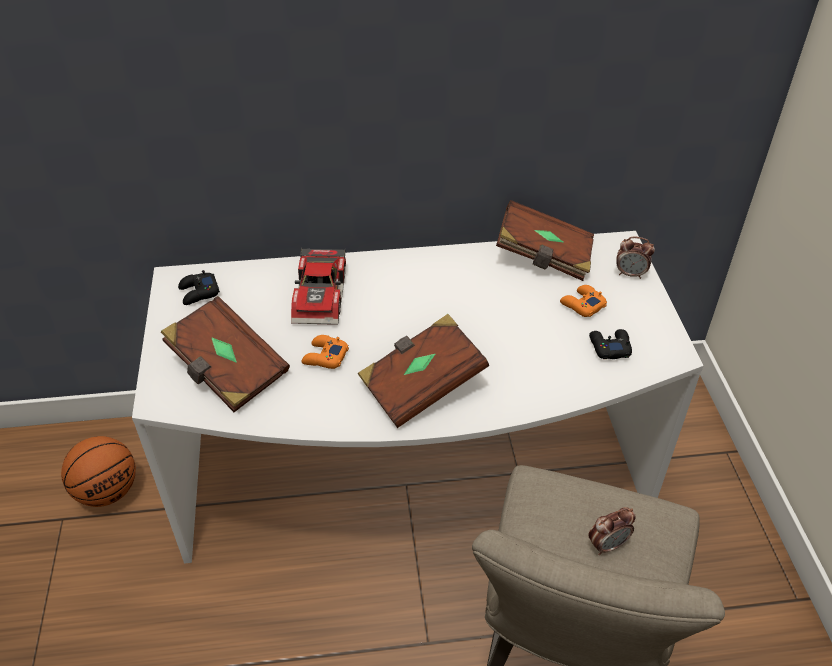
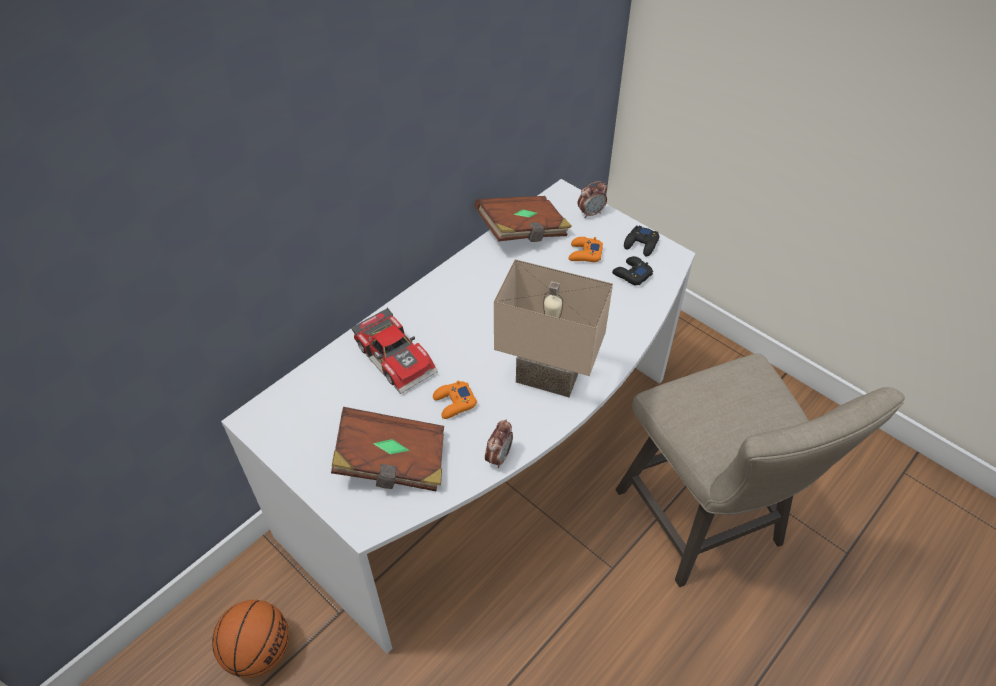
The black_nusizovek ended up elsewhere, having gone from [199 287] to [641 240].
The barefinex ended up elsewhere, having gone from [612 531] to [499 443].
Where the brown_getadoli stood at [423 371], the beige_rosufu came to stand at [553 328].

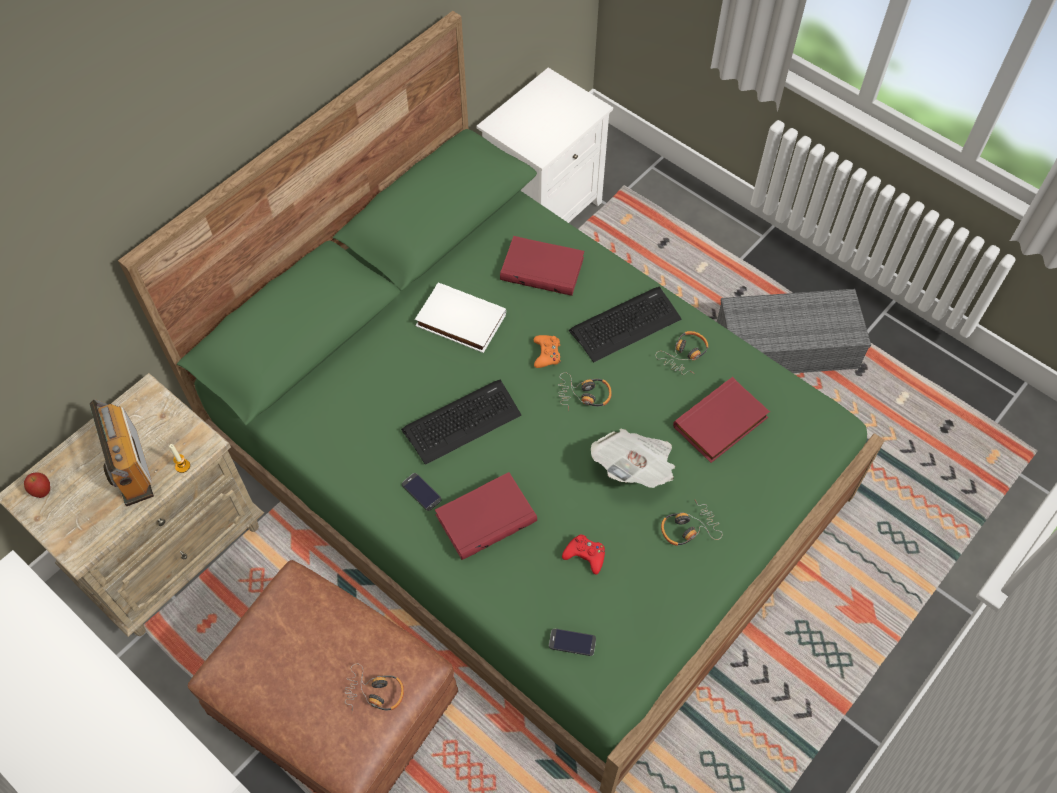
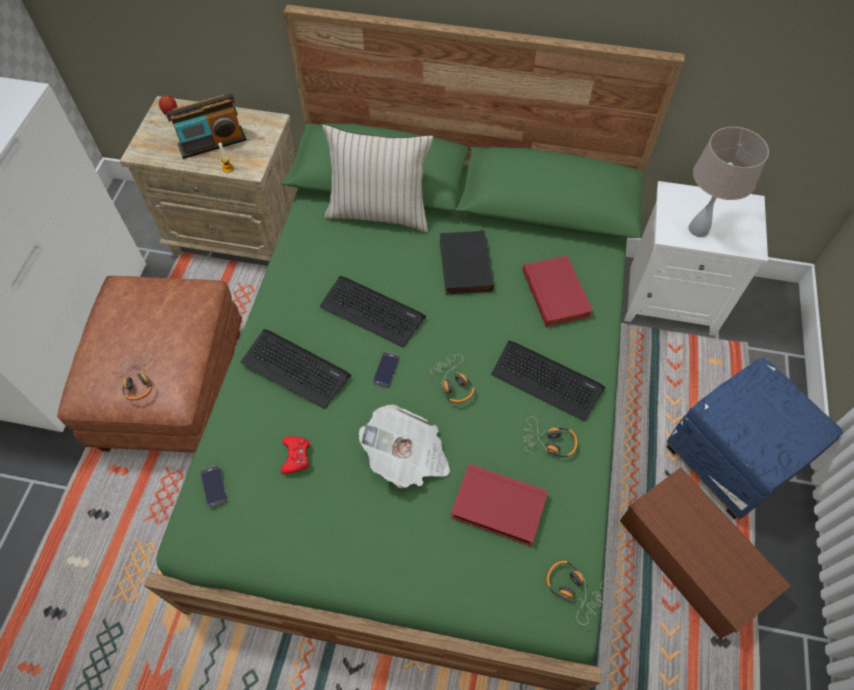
The second view lost the orange_nusizovek at [547 351].
The second view gained the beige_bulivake at [378 178].
The second view gained the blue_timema at [755 438].
The second view gained the beige_rosufu at [729 182].
The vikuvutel ended up elsewhere, having gone from [421 492] to [386 370].
The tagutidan ended up elsewhere, having gone from [692 523] to [576 593].
Where the red_getadoli stood at [486 516], the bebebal came to stand at [296 369].
What was the white_getadoli at [460 318] turned into the black_getadoli at [467 262].
What was the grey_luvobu at [794 331] turned into the brown_luvobu at [705 553].
The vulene at [122 452] ended up facing another way, 150 degrees counterclockwise from before.

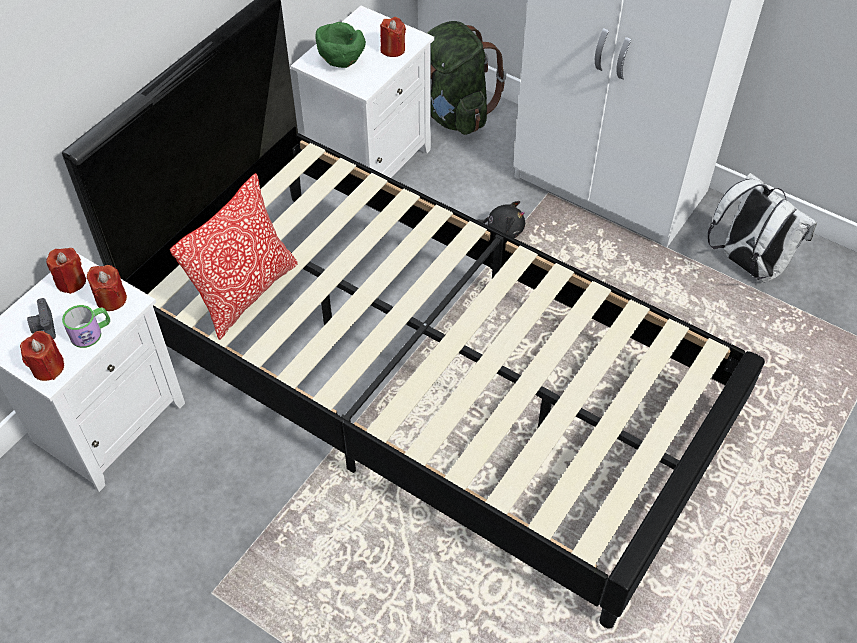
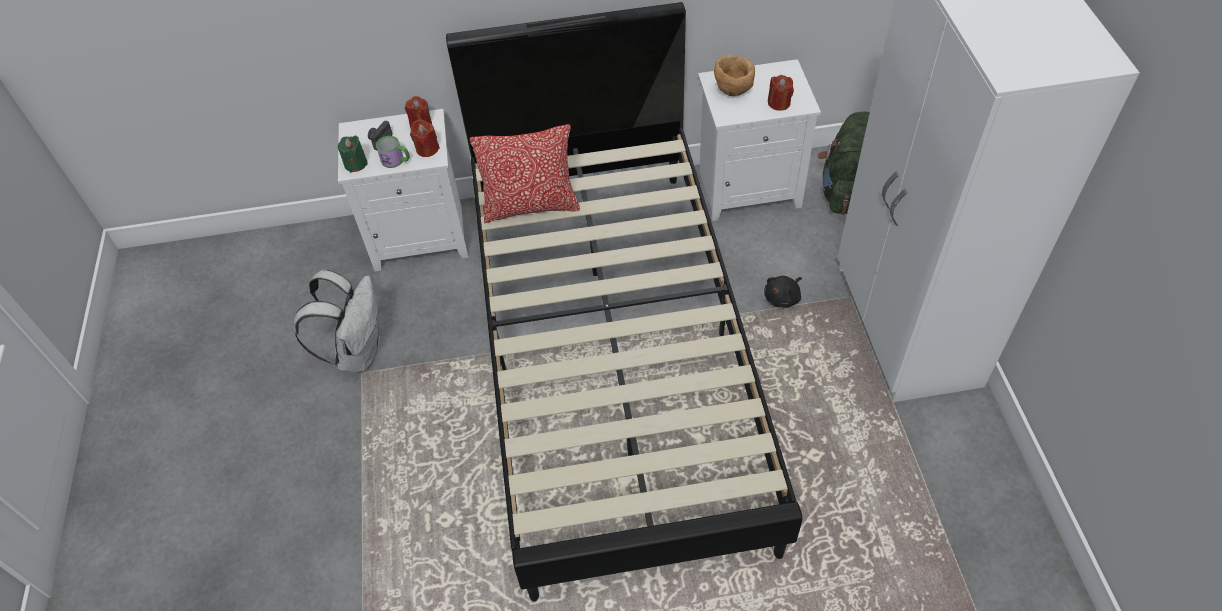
The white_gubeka ended up elsewhere, having gone from [762 228] to [337 321].
What was the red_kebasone at [42 356] turned into the green_kebasone at [353 154].
What was the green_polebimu at [340 45] turned into the brown_polebimu at [734 75].
The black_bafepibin at [501 219] ended up facing another way, 75 degrees clockwise from before.

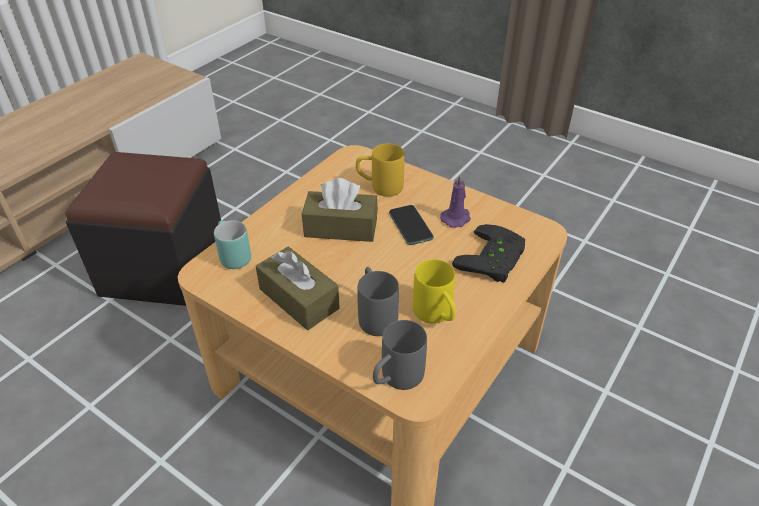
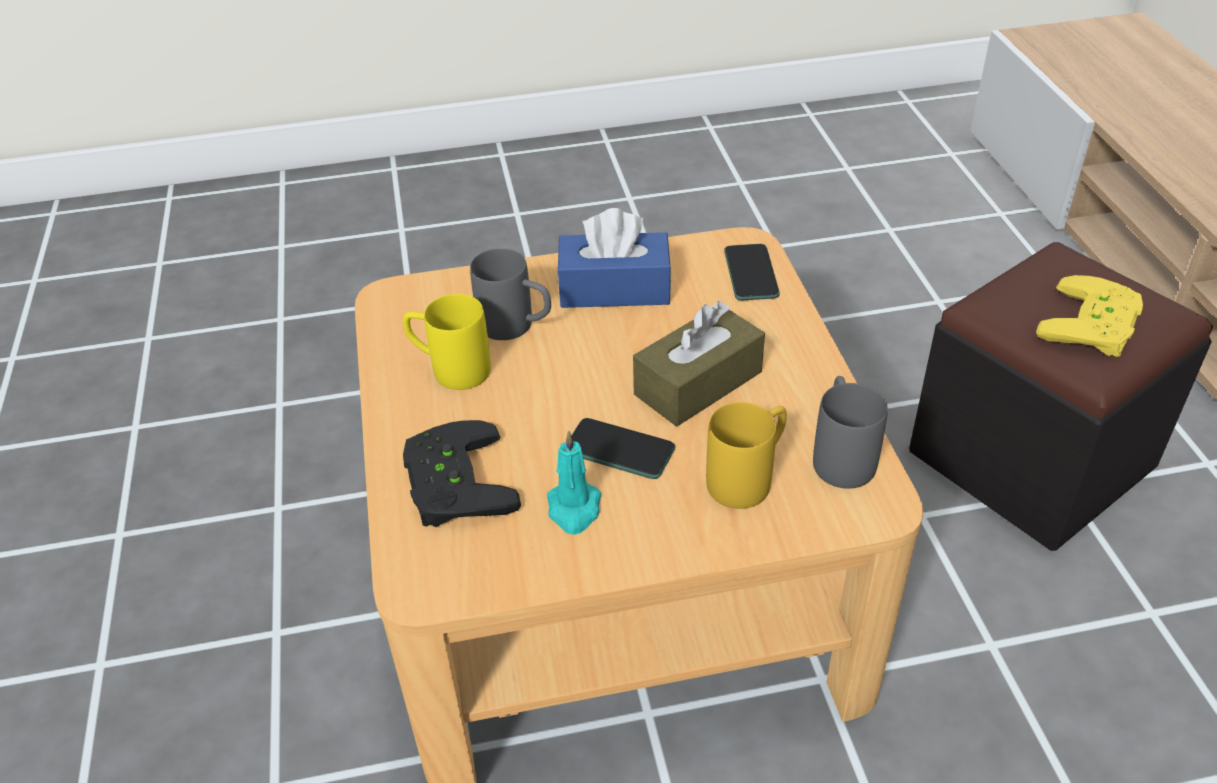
The second view gained the yellow_nusizovek at [1089 316].
The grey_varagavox ended up elsewhere, having gone from [400 355] to [850 432].
Where the turquoise_varagavox stood at [232 244], the vikuvutel came to stand at [752 272].
What was the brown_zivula at [298 288] turned into the blue_zivula at [614 258].
What was the purple_kebasone at [455 201] turned into the turquoise_kebasone at [574 482].

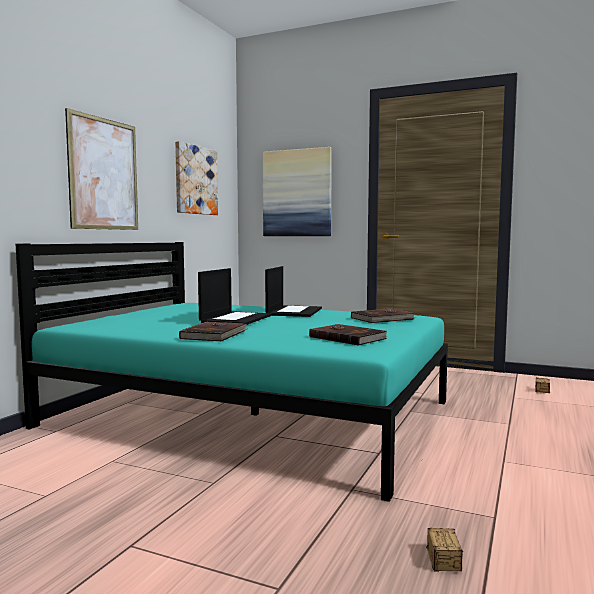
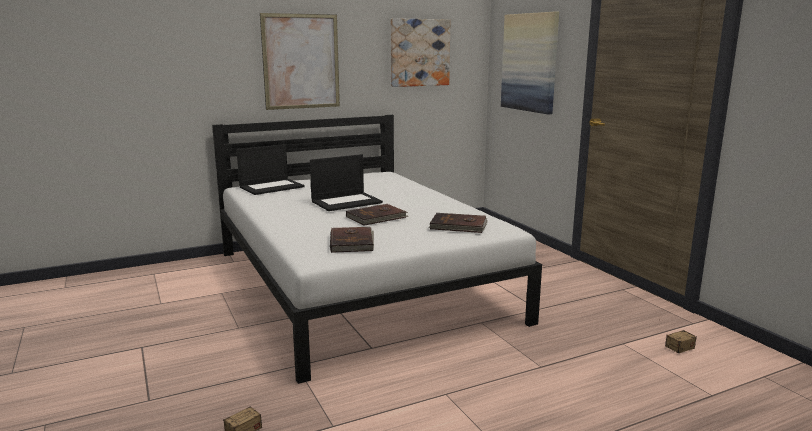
The brown_getadoli ended up elsewhere, having gone from [214 331] to [377 215].
The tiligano ended up elsewhere, having gone from [293 291] to [271 169].
What was the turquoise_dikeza at [232 372] turned into the white_dikeza at [377 249].

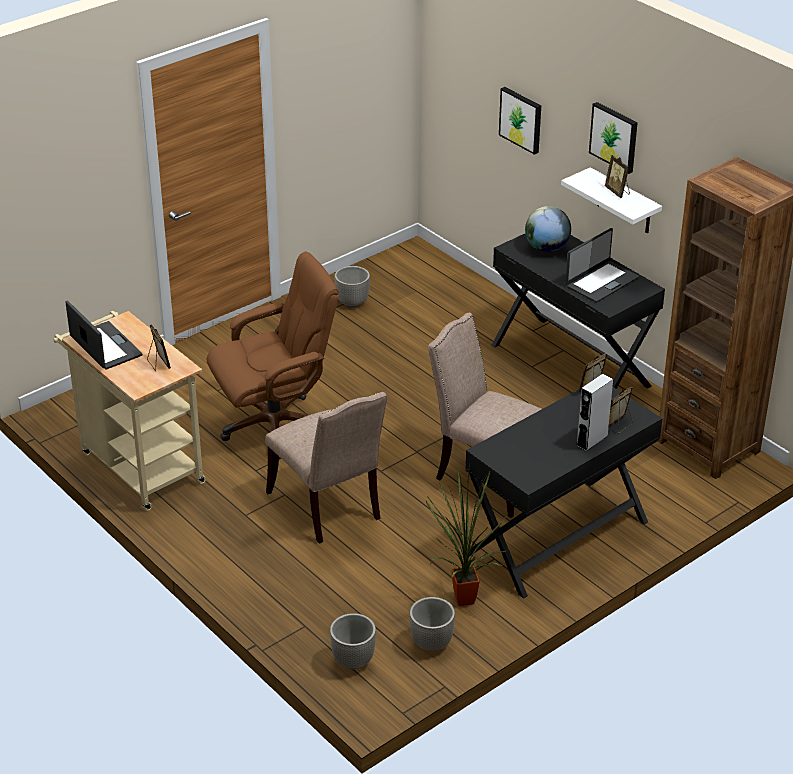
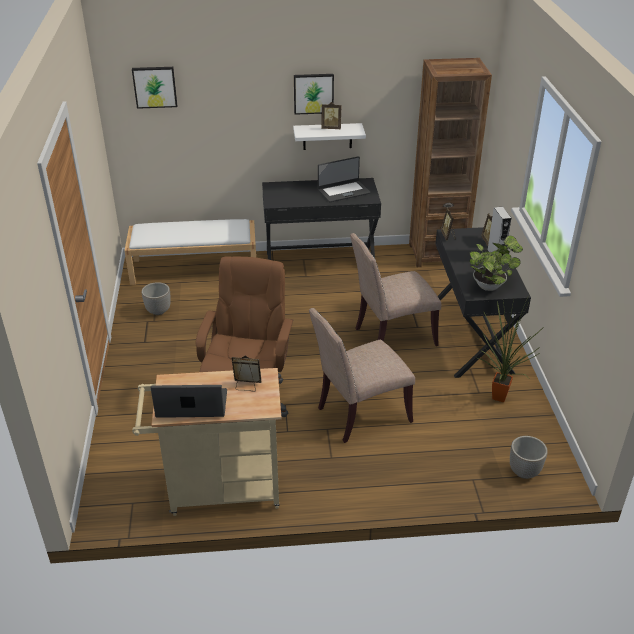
The second view lost the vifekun at [432 624].
The second view lost the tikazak at [548 229].
The second view gained the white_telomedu at [190 252].
The second view gained the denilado at [496 263].
The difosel ended up elsewhere, having gone from [520 121] to [155 88].
The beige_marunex at [326 468] ended up facing another way, 150 degrees clockwise from before.
The tiligano at [602 265] ended up facing another way, 75 degrees clockwise from before.

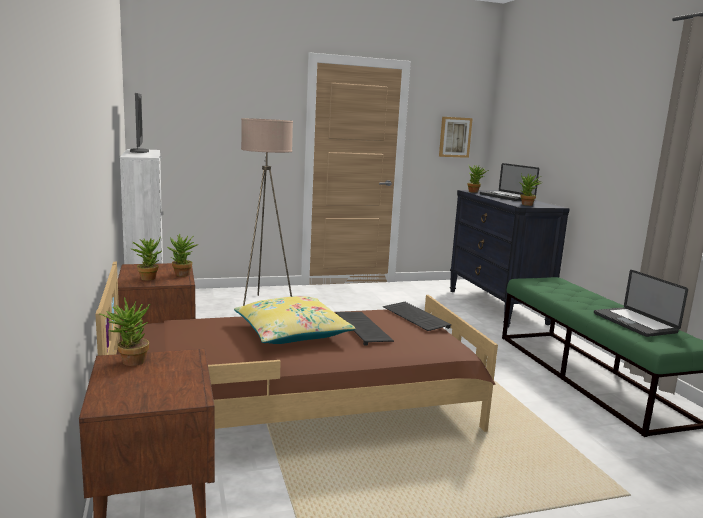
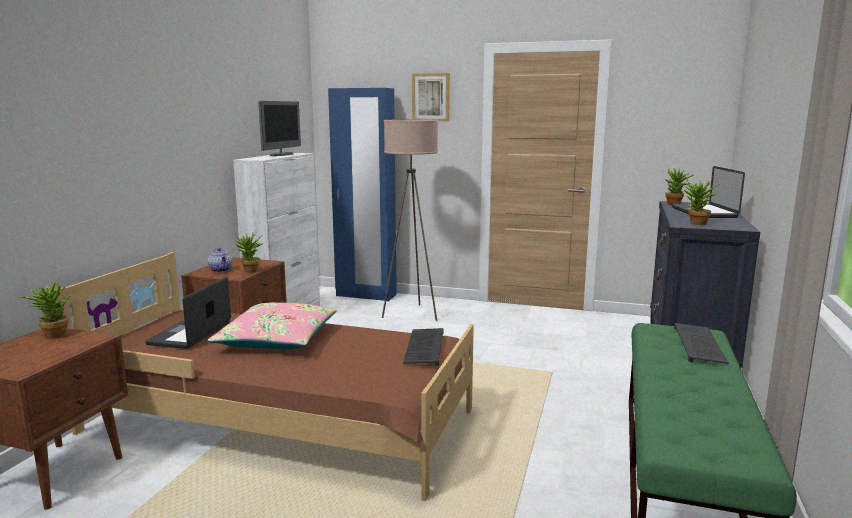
The second view gained the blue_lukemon at [362 194].
The bebebal ended up elsewhere, having gone from [364 329] to [701 343].
The difosel ended up elsewhere, having gone from [456 137] to [431 97].
The tiligano ended up elsewhere, having gone from [641 303] to [188 313].
Where the denilado stood at [146 258], the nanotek came to stand at [220 260].
What was the yellow_bulivake at [294 320] turned into the pink_bulivake at [272 326].

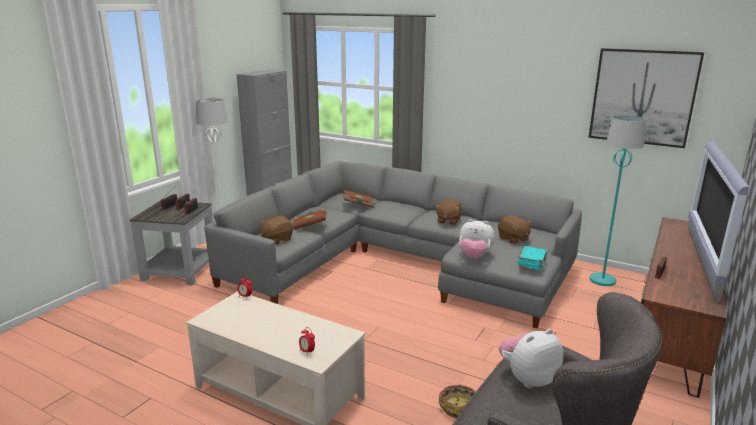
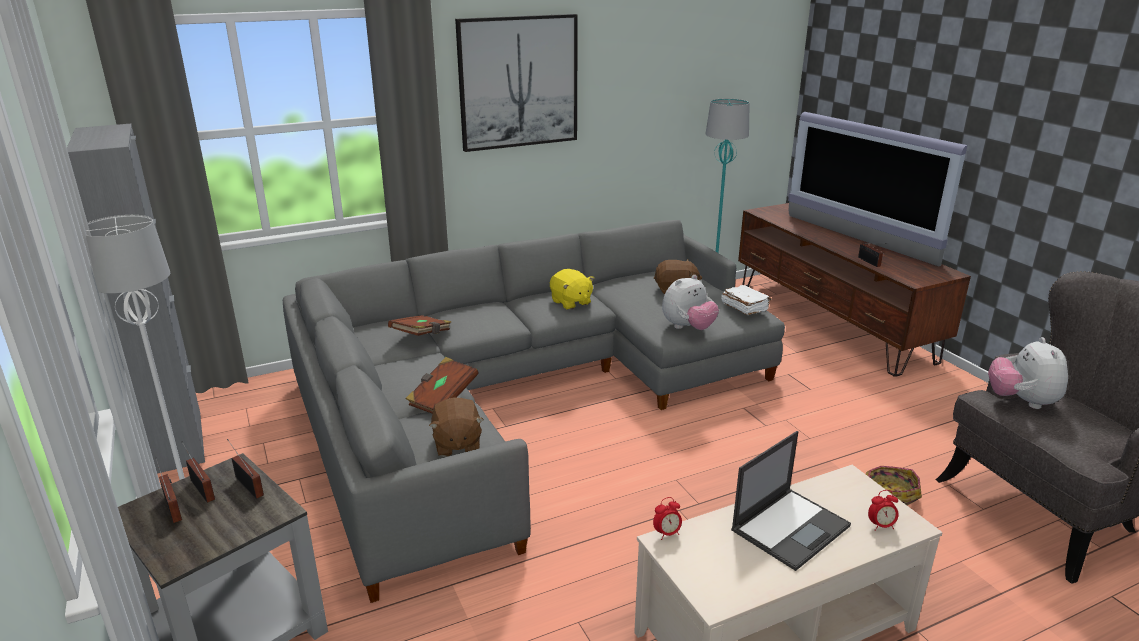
The second view gained the tiligano at [791 501].
The difosel ended up elsewhere, having gone from [646 98] to [516 83].
What was the brown_bafepibin at [448 212] turned into the yellow_bafepibin at [572 289].
What was the turquoise_getadoli at [532 258] turned into the white_getadoli at [746 300].

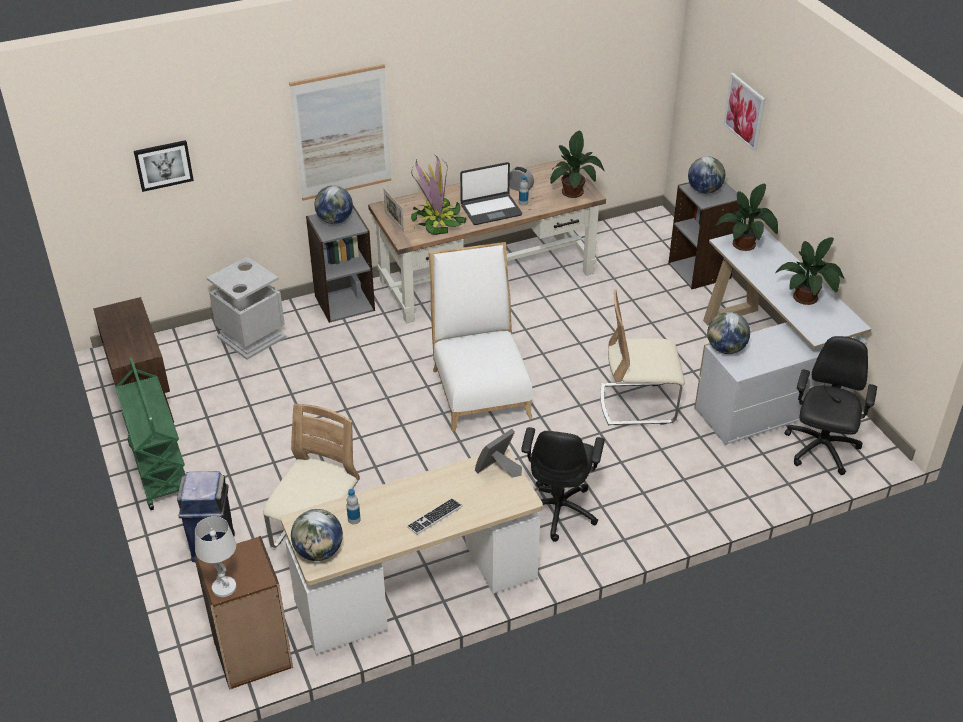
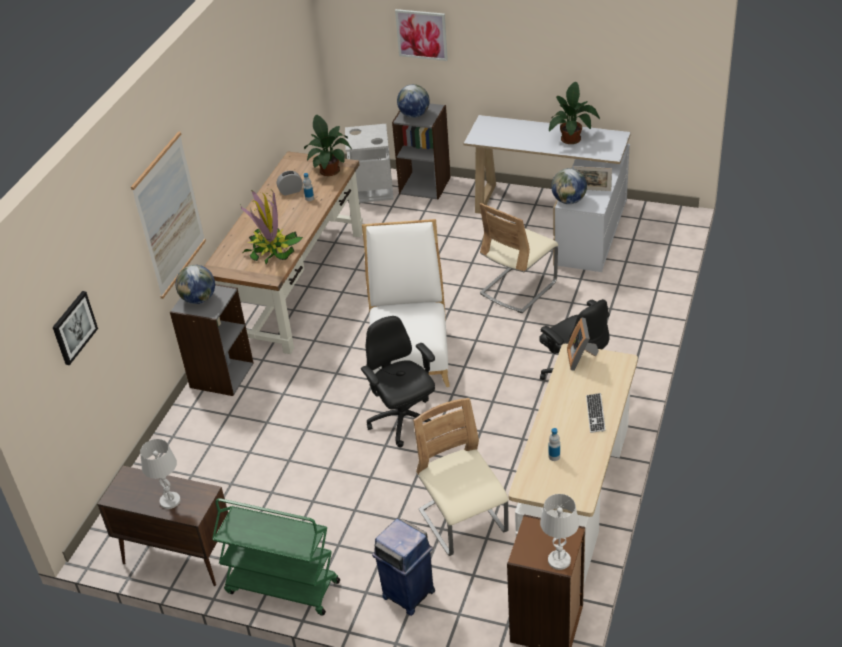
The second view lost the tikazak at [317 535].
The second view lost the tiligano at [491 193].
The second view lost the denilado at [746 217].
The second view gained the white_rosufu at [160 474].
The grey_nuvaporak ended up elsewhere, having gone from [246 308] to [369 163].
The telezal ended up elsewhere, having gone from [394 211] to [593 178].
The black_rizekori ended up elsewhere, having gone from [831 405] to [398 381].
The white_marunex at [480 336] ended up facing another way, 60 degrees clockwise from before.

